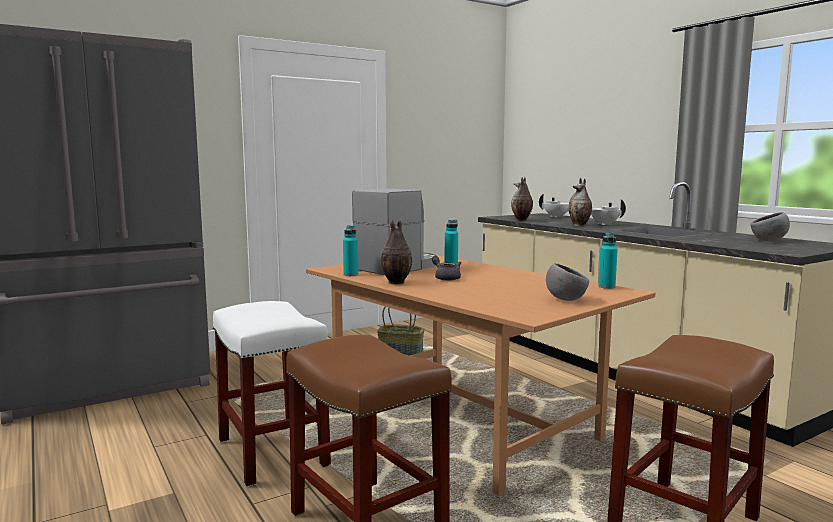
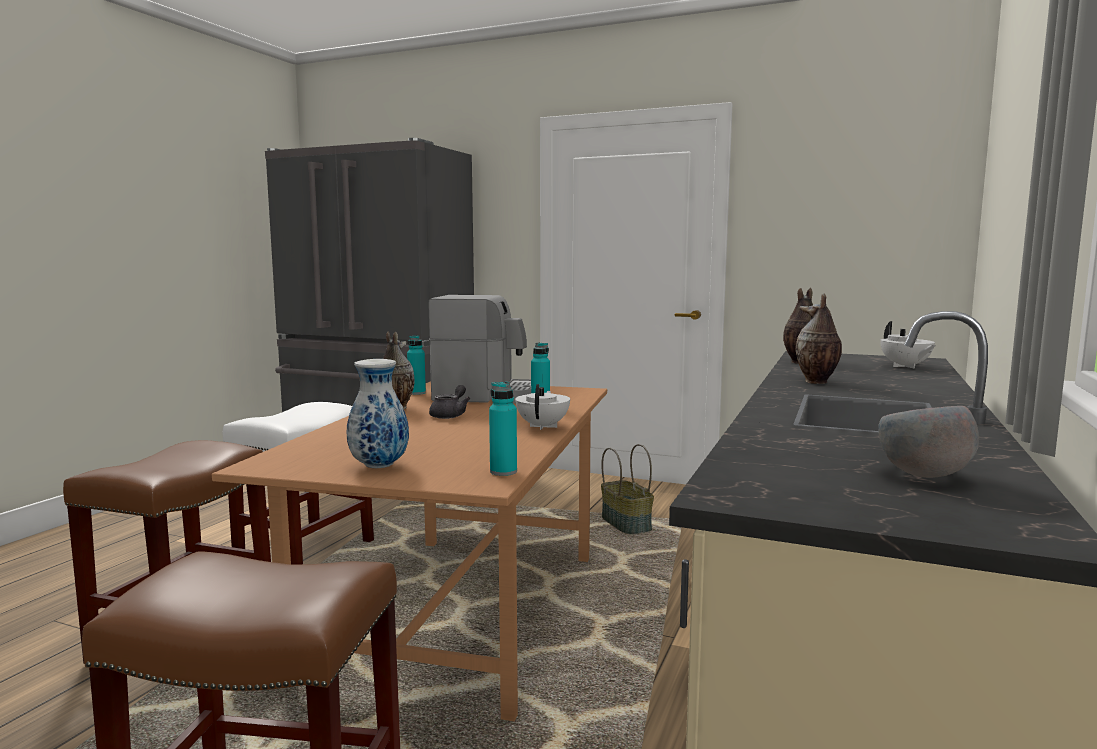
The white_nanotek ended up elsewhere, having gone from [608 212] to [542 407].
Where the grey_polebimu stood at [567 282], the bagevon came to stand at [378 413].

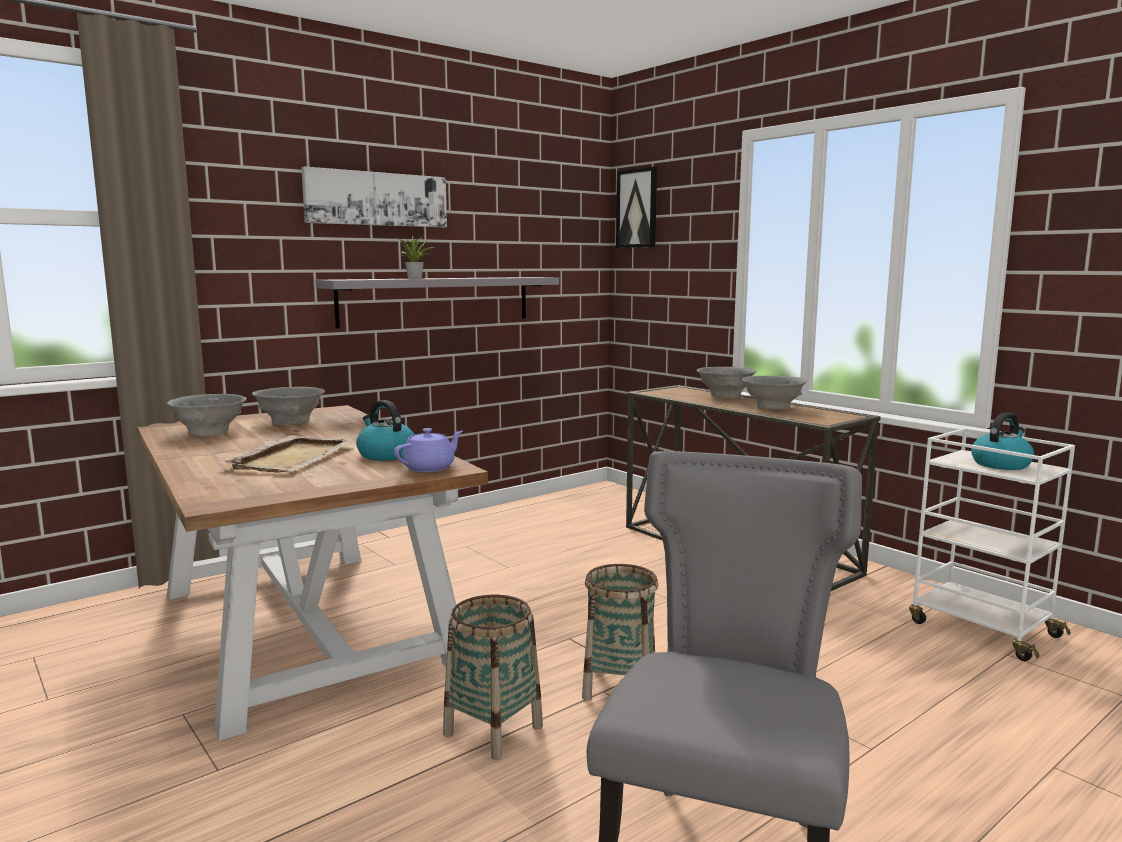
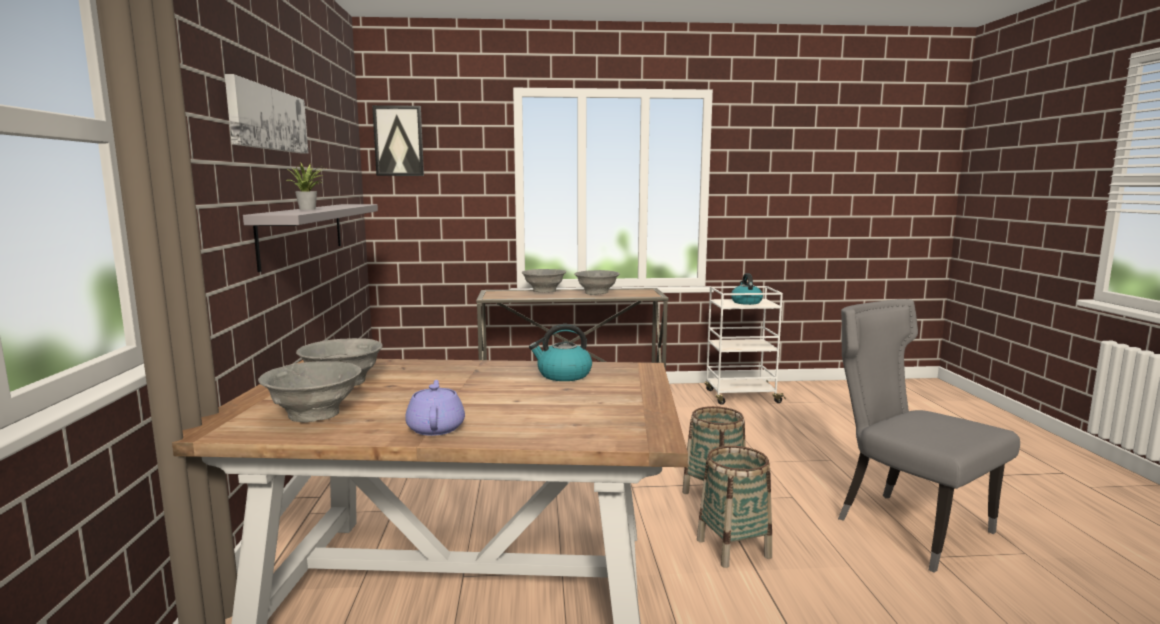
The second view lost the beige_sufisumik at [286 454].
The purple_nanotek ended up elsewhere, having gone from [428 450] to [435 408].

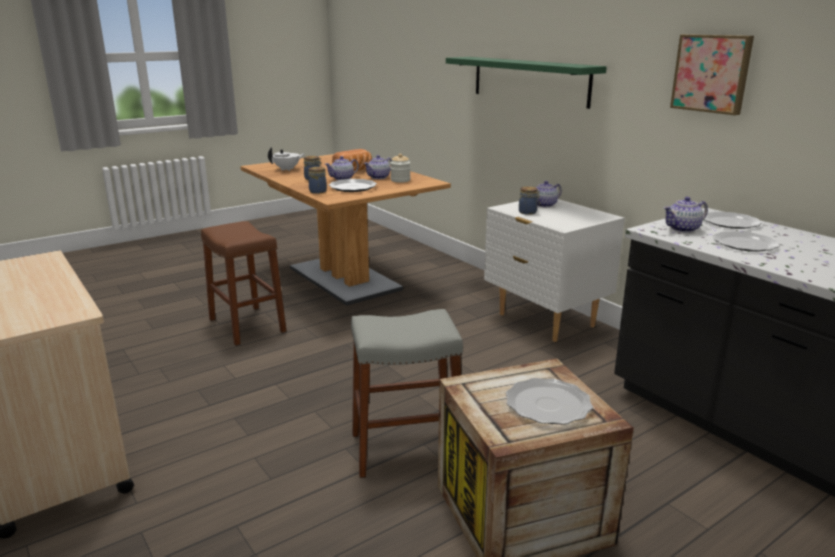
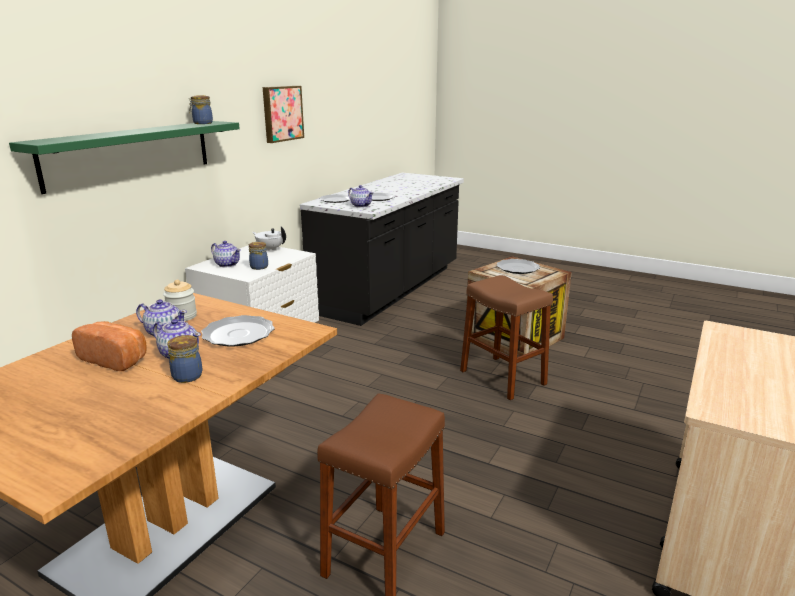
The white_nanotek ended up elsewhere, having gone from [286 159] to [269 238].
The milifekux ended up elsewhere, having gone from [317 180] to [201 109].
What was the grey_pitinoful at [407 393] turned into the brown_pitinoful at [506 337].

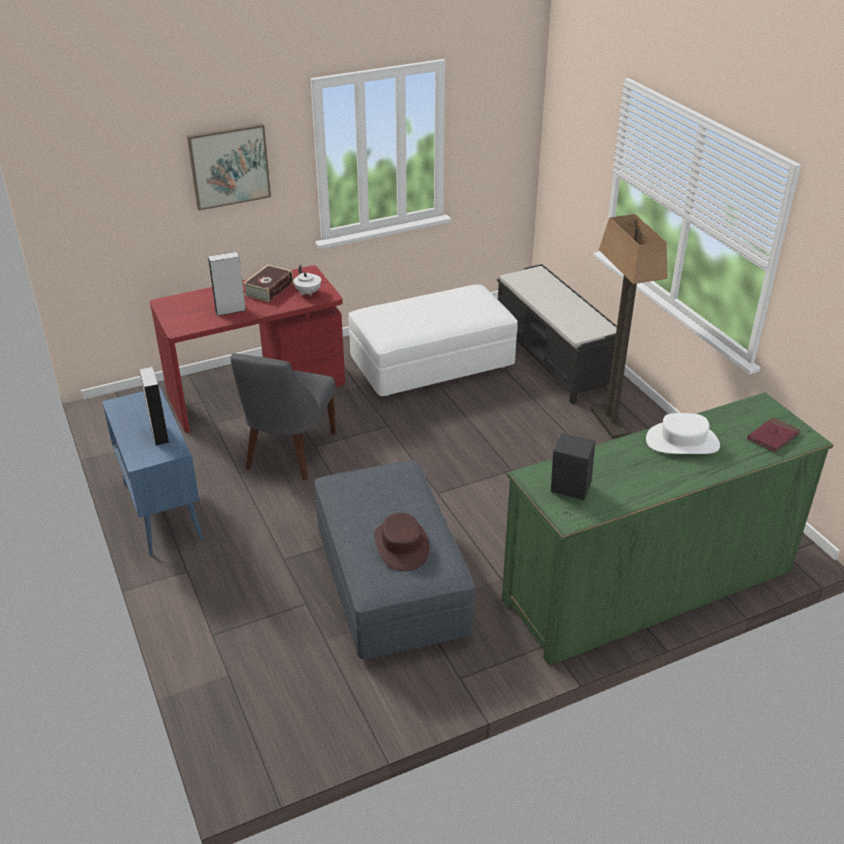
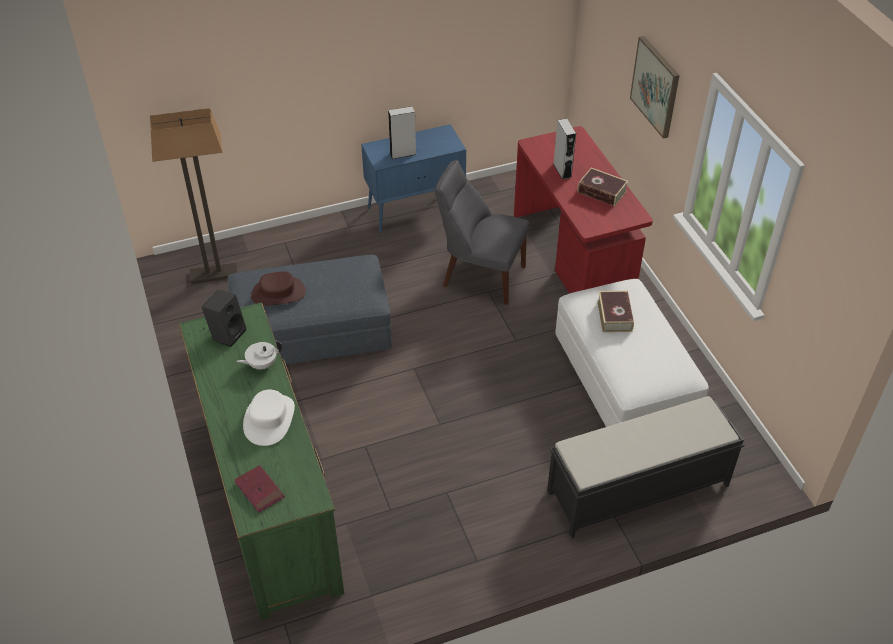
The second view gained the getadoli at [615 311].
The white_nanotek ended up elsewhere, having gone from [307 280] to [259 355].
The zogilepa ended up elsewhere, having gone from [629 326] to [194 196].

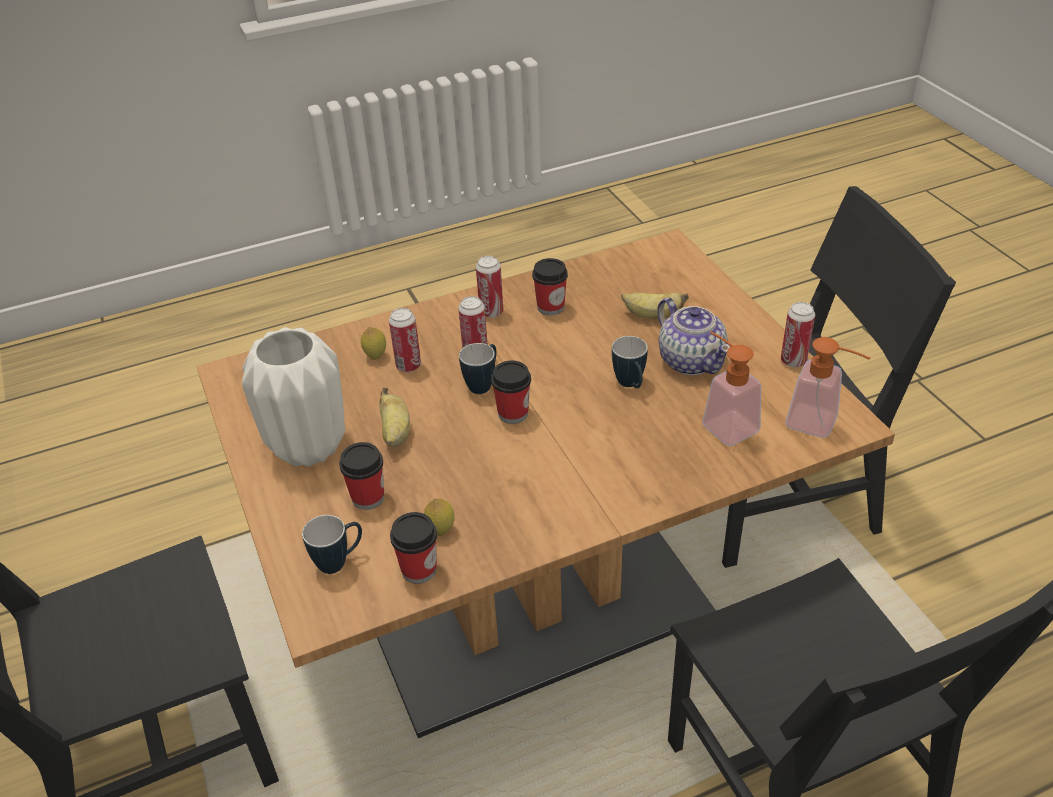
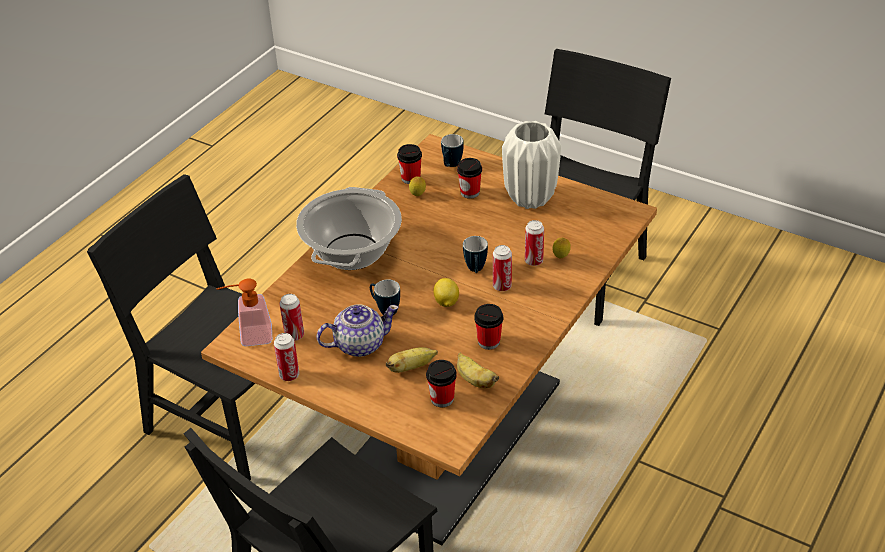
The second view lost the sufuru at [731 389].
The second view gained the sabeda at [349 228].
The second view gained the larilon at [446 292].
The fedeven ended up elsewhere, having gone from [395 417] to [478 370].
The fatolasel ended up elsewhere, having gone from [489 287] to [292 317].
The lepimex ended up elsewhere, having gone from [511 392] to [441 383].
The nanotek at [694 336] ended up facing another way, 135 degrees clockwise from before.

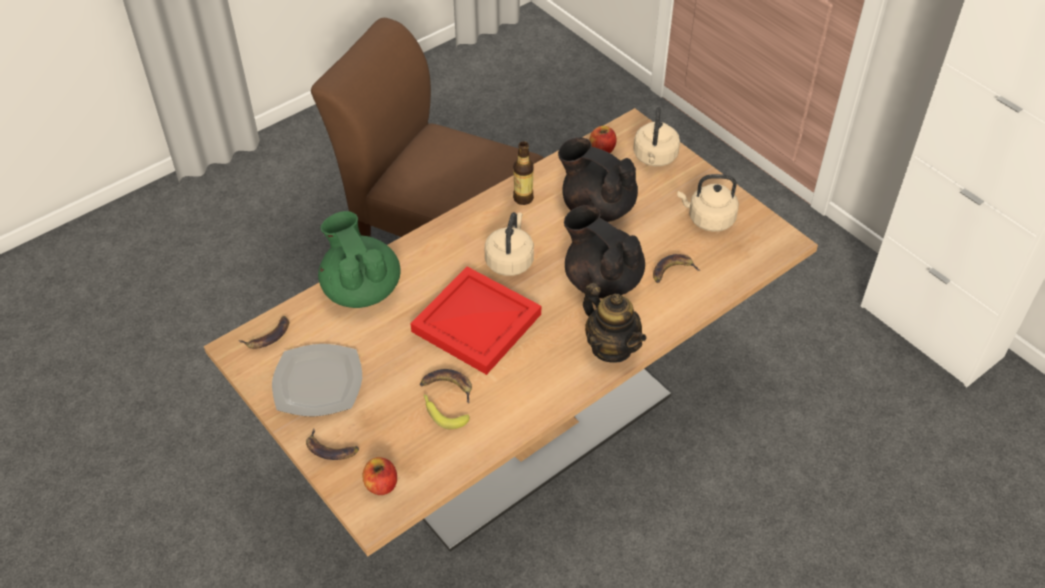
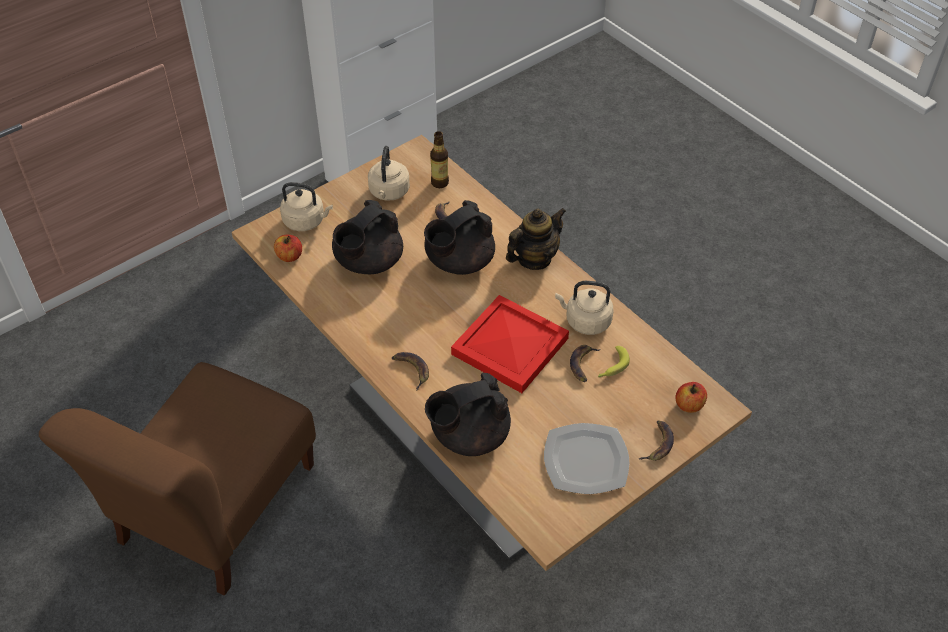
The fedeven ended up elsewhere, having gone from [263 332] to [410 371].
The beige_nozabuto ended up elsewhere, having gone from [509 244] to [584 308].
The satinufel ended up elsewhere, having gone from [523 173] to [439 159].
What was the green_nanotek at [359 259] turned into the black_nanotek at [468 414].

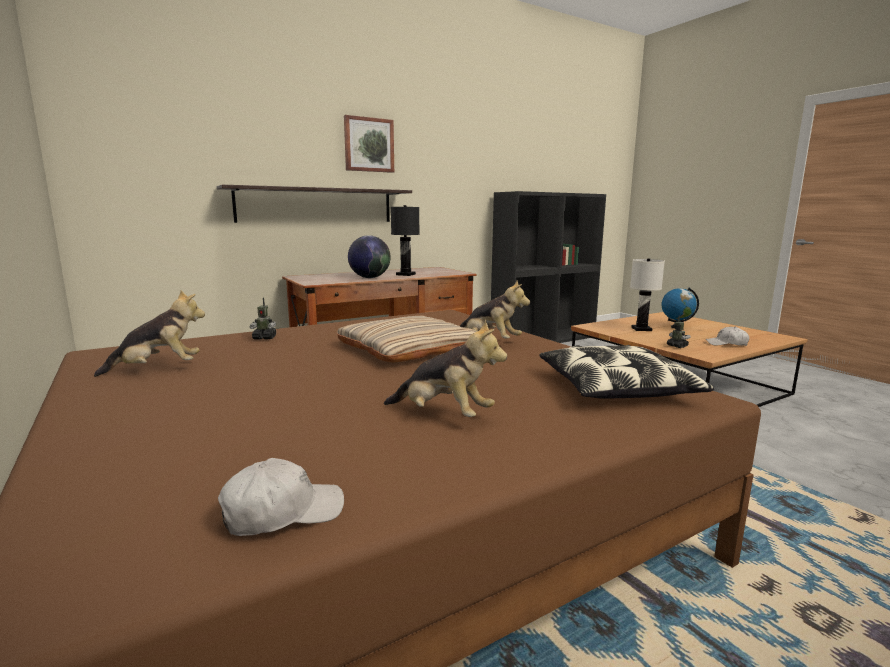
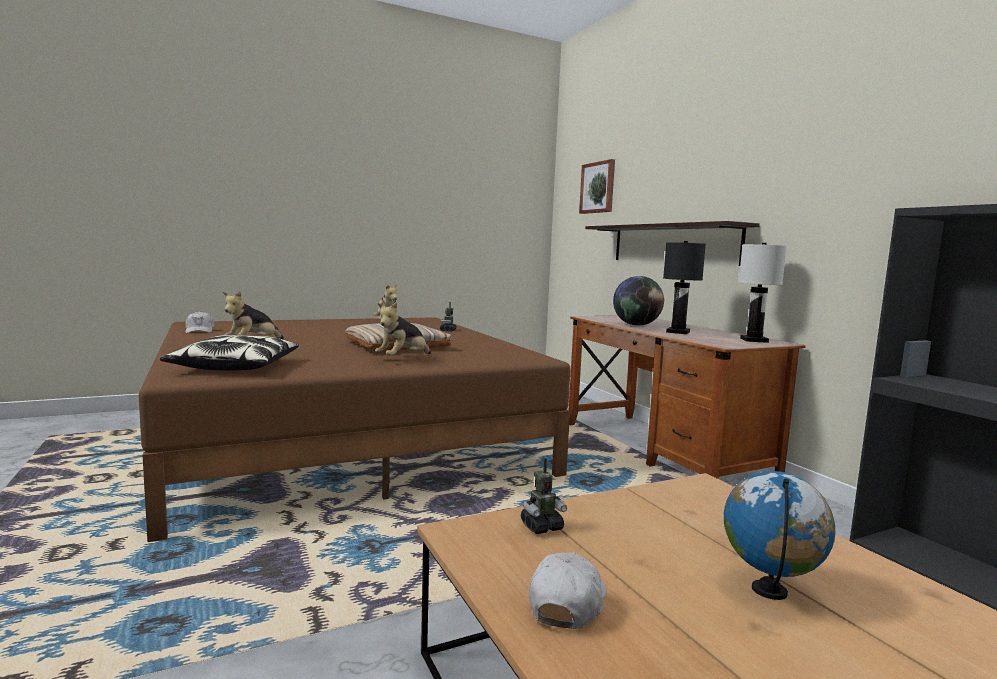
The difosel ended up elsewhere, having gone from [369 144] to [597 186].
The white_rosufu ended up elsewhere, having gone from [647 294] to [762 293].

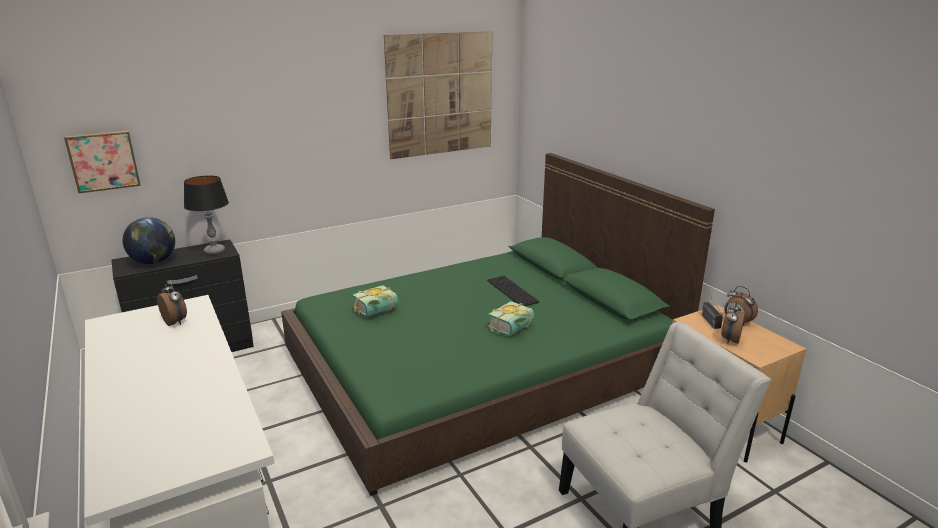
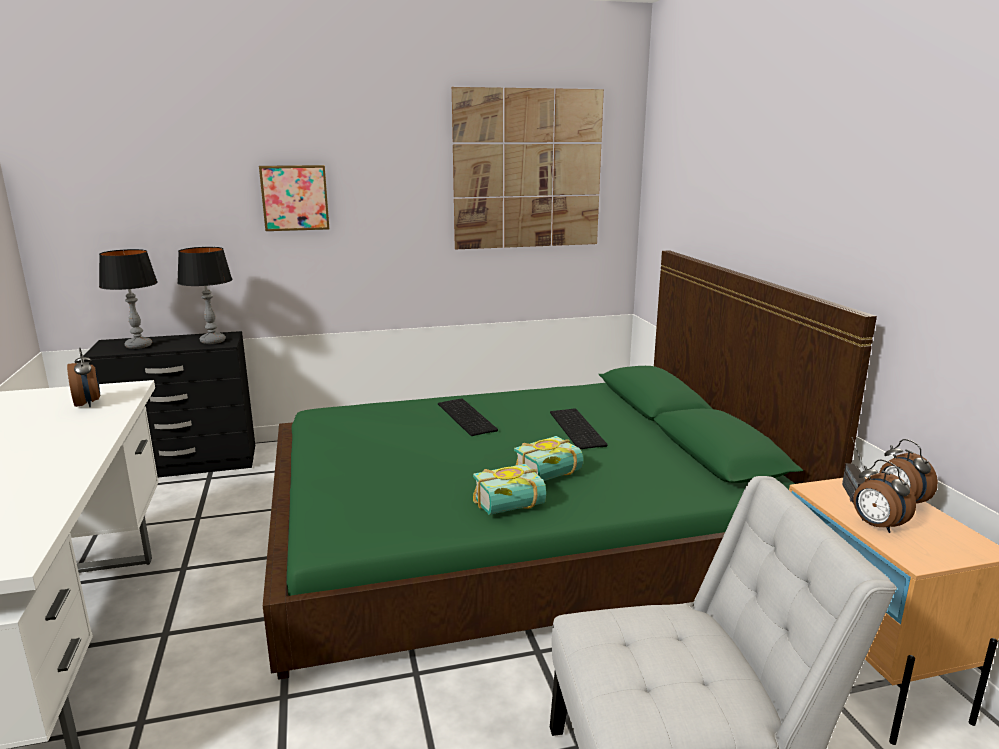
The second view gained the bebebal at [468 417].
The difosel ended up elsewhere, having gone from [102 161] to [294 198].
The getadoli ended up elsewhere, having gone from [375 301] to [509 489].
Where the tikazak stood at [148 240], the rosufu came to stand at [128 299].
The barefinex at [733 322] ended up facing another way, 75 degrees counterclockwise from before.

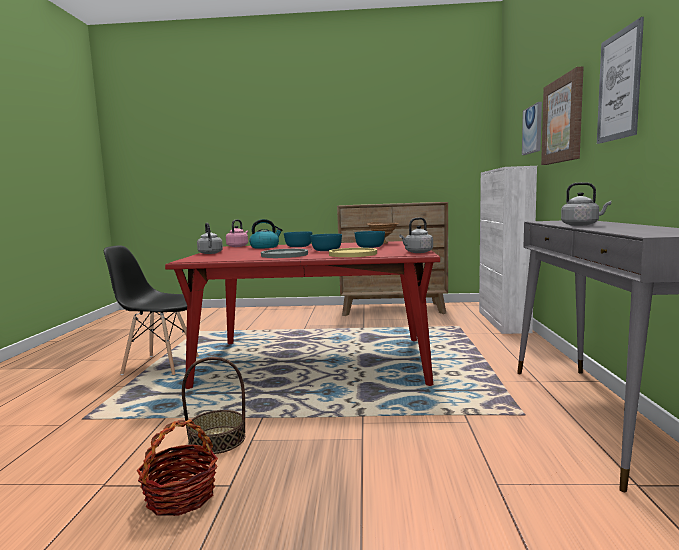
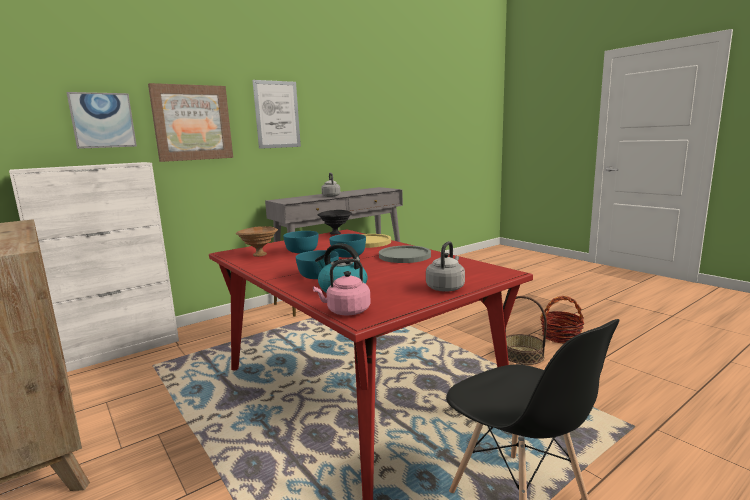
Where the grey_nozabuto stood at [416 235], the black_polebimu came to stand at [335 222].

